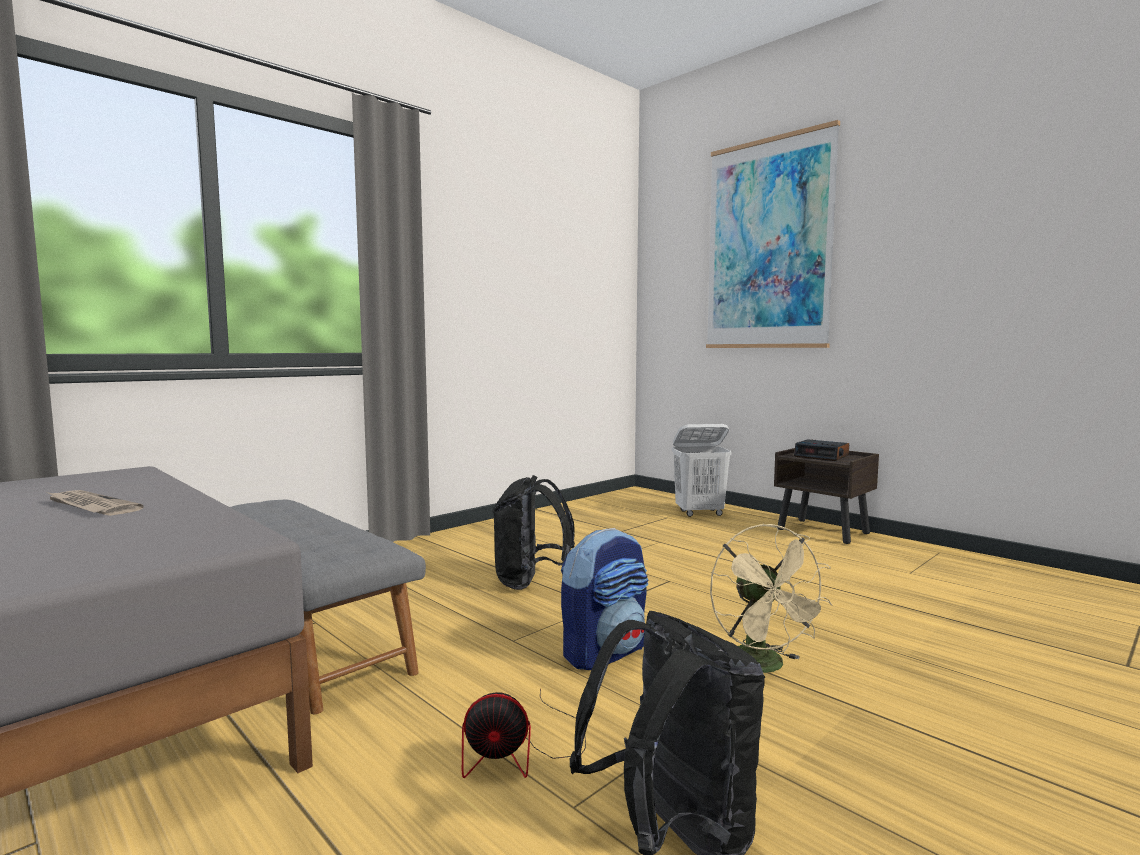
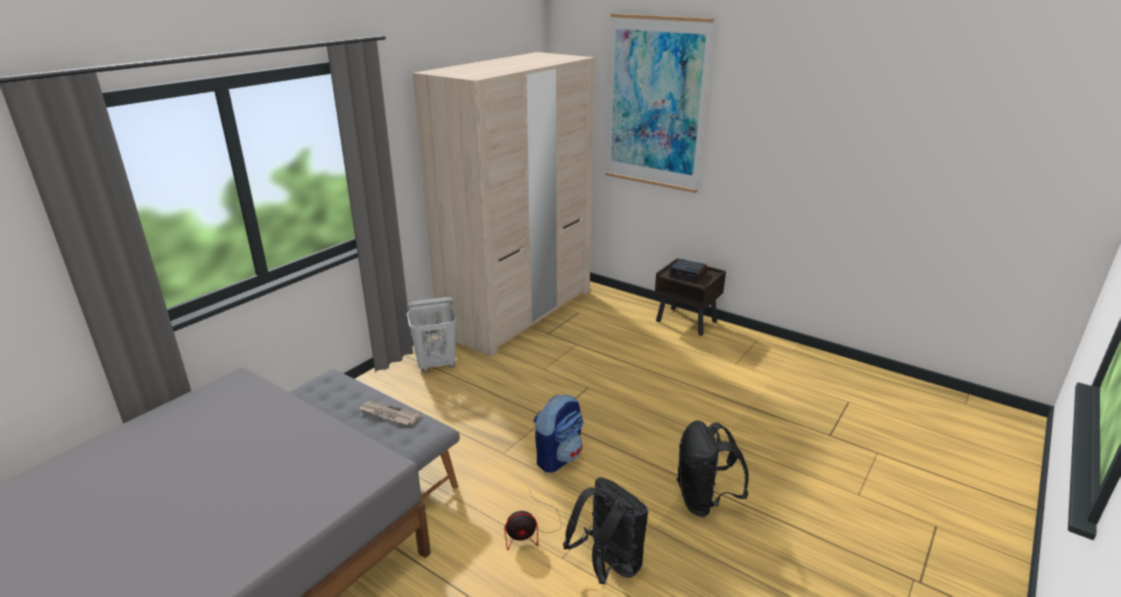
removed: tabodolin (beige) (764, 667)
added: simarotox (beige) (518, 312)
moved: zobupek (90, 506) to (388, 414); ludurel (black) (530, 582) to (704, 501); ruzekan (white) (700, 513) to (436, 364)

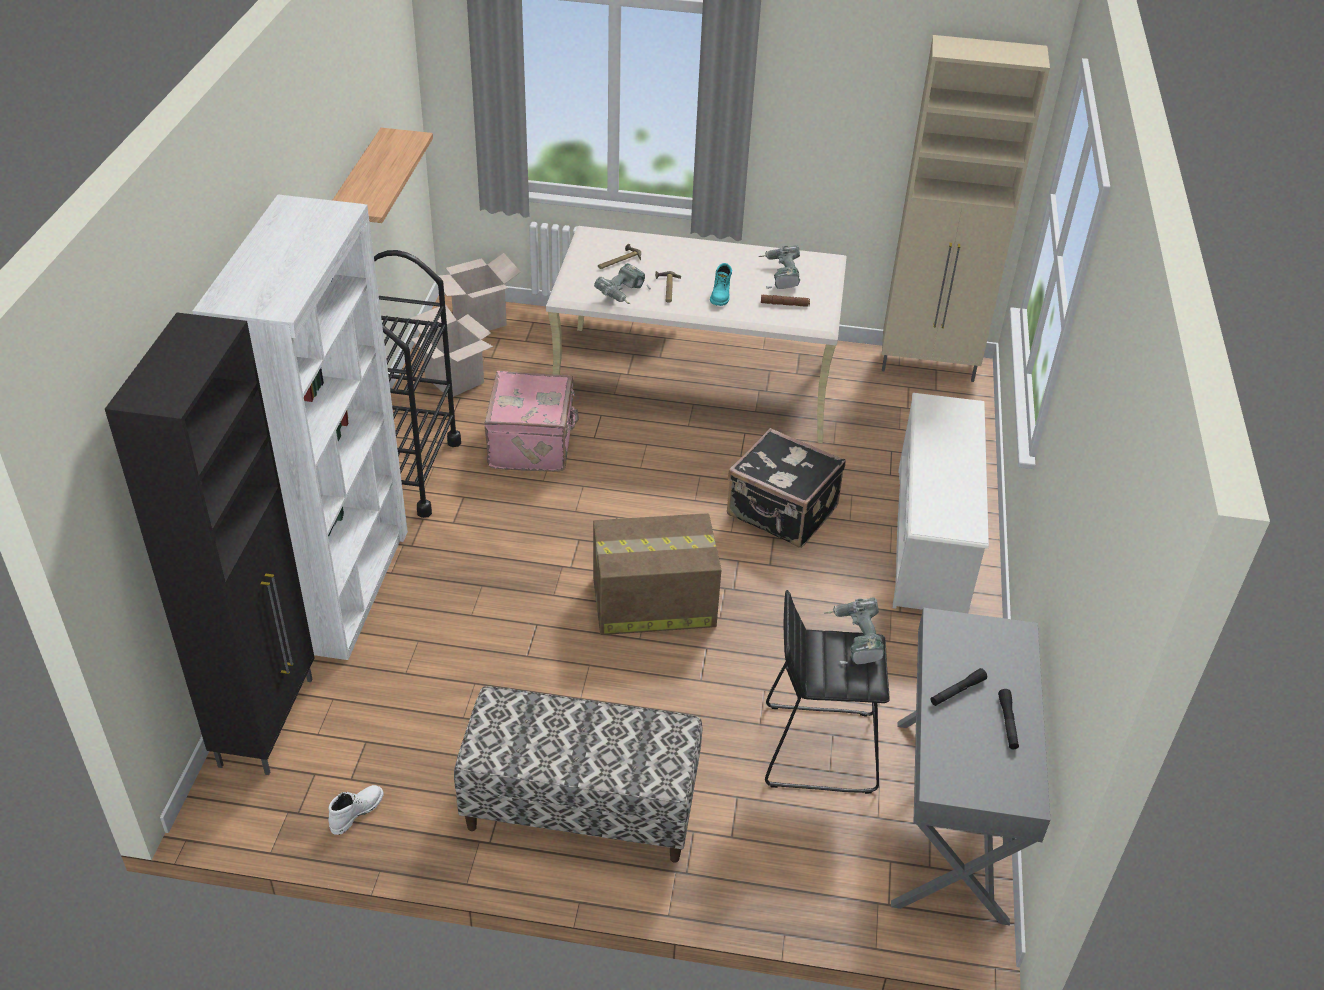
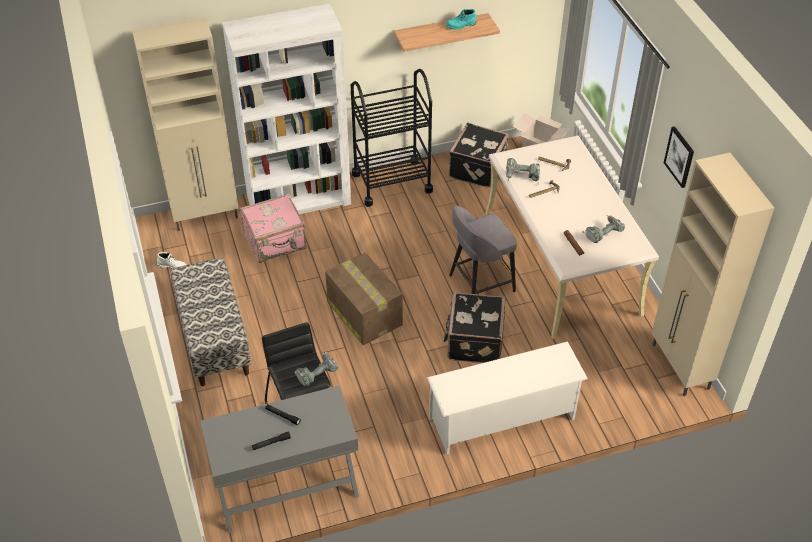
added: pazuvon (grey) (479, 284); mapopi (679, 156)
moved: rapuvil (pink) (533, 444) to (276, 242); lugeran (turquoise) (721, 295) to (461, 25)
replaced: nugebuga (454, 380) to rapuvil (black) (479, 168)
recoloured: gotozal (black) (268, 720) to gotozal (beige) (206, 216)

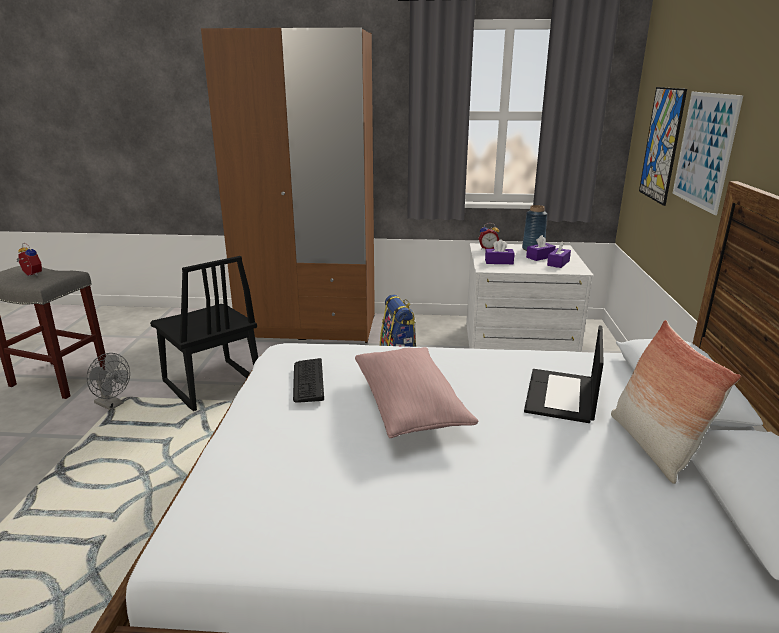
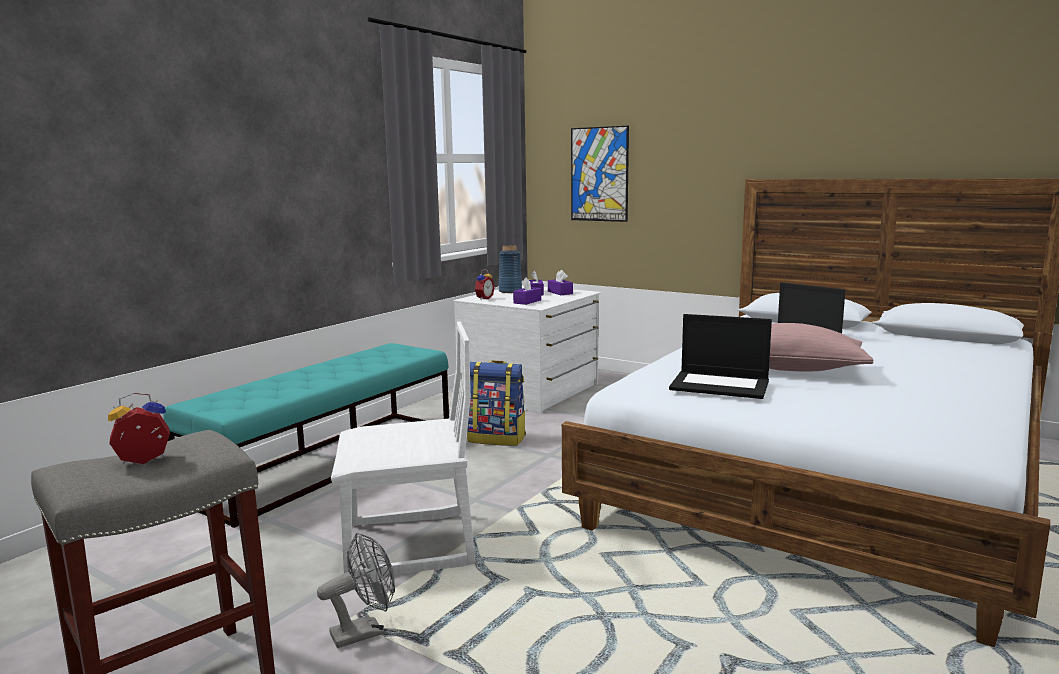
removed: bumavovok (653, 446); mapopi (704, 150)
replaced: simarotox (brown) (309, 326) to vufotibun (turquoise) (329, 462); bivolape (308, 381) to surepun (721, 385)
recoloured: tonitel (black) (211, 385) to tonitel (white) (409, 546)

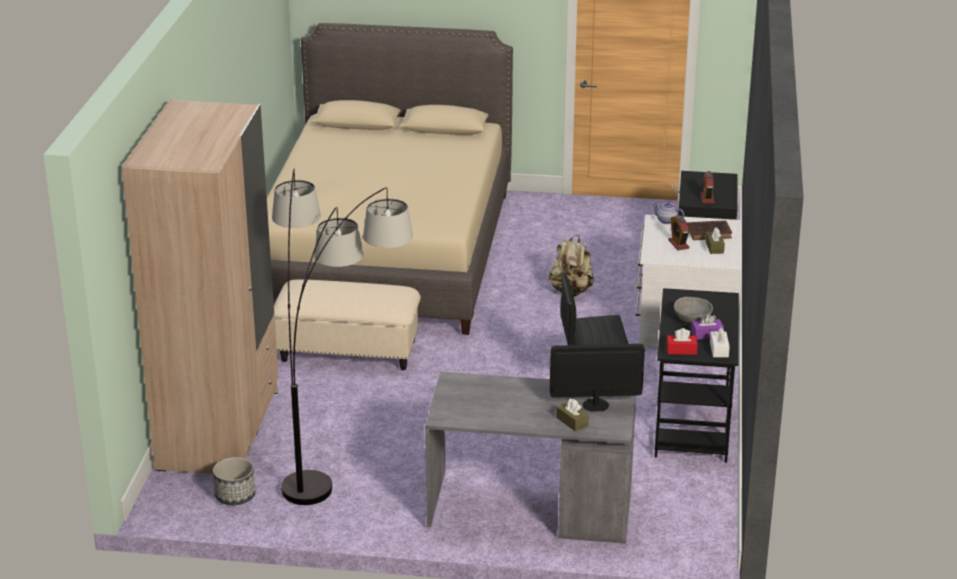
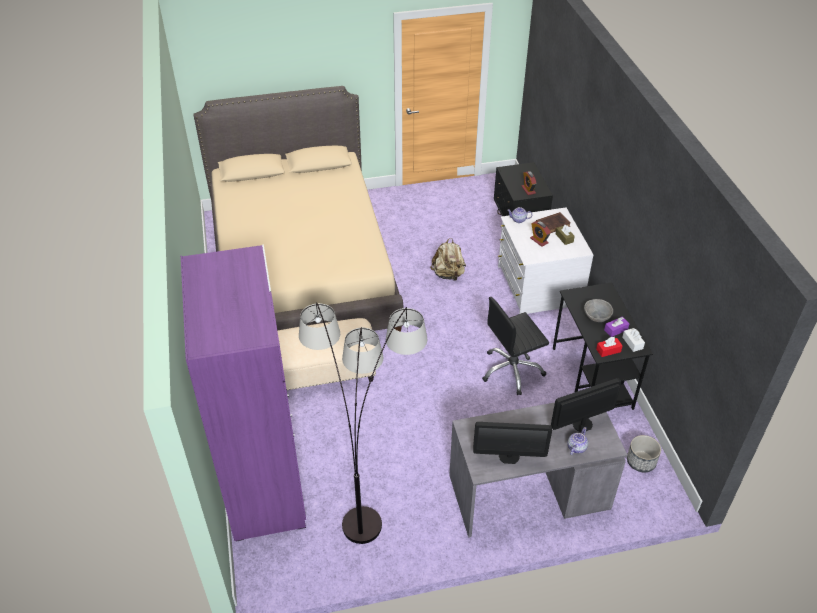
added: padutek (509, 456)
moved: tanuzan (235, 496) to (641, 461)
replaced: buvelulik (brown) (572, 422) to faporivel (576, 447)
recoloured: simarotox (beige) (219, 430) to simarotox (purple) (264, 482)

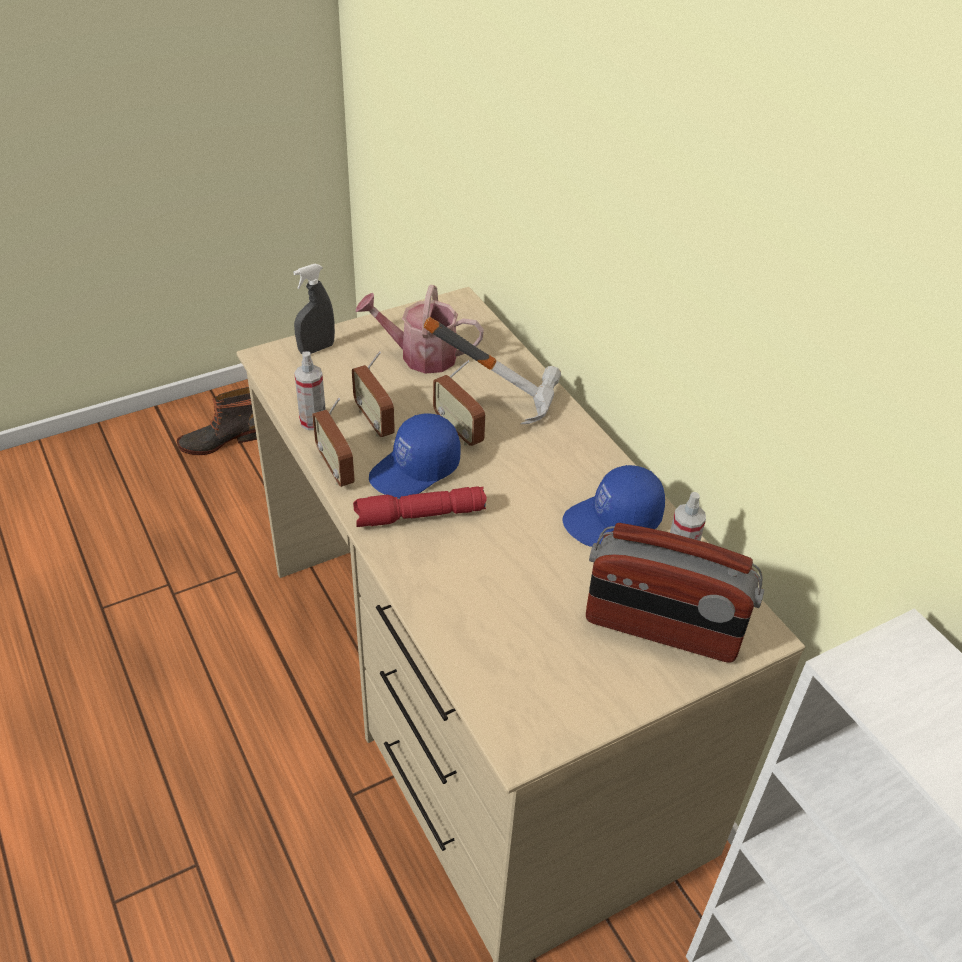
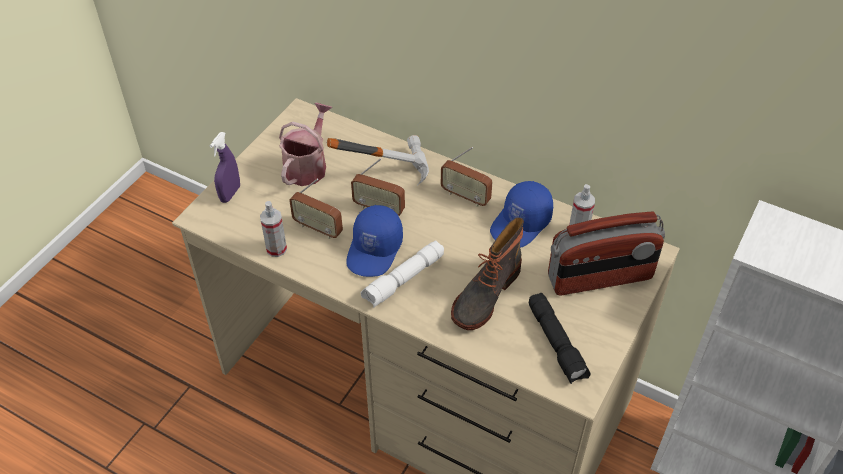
added: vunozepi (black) (557, 343)
moved: lugeran (222, 439) to (484, 294); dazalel (336, 468) to (465, 196)
recoloured: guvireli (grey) (316, 349) to guvireli (purple) (230, 194); vunozepi (red) (419, 516) to vunozepi (white) (404, 280)
turned: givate (420, 355) = (308, 166) 135 degrees clockwise

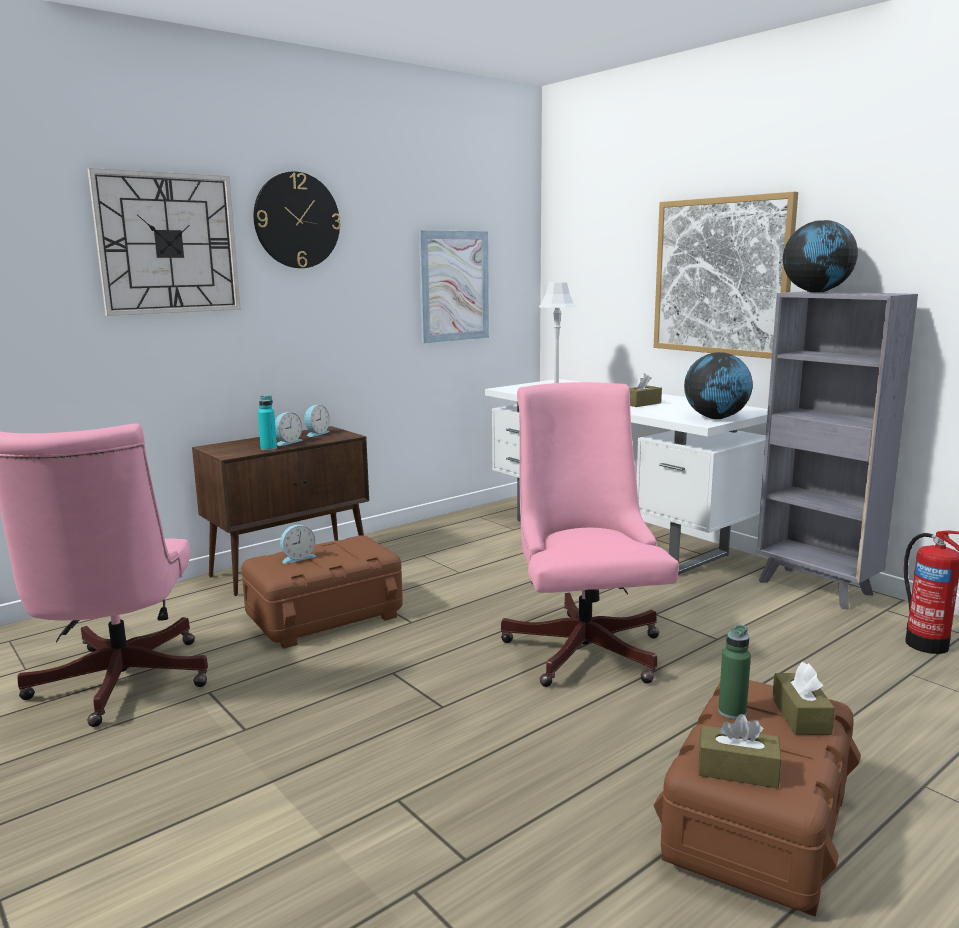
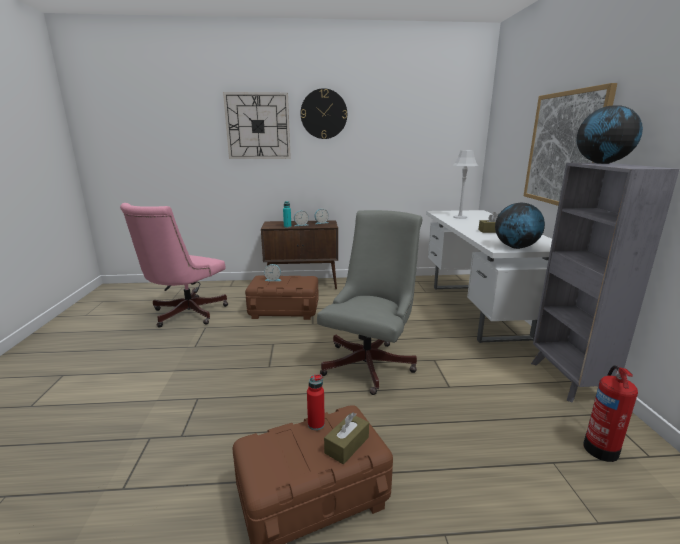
removed: mapopi (454, 286); buvelulik (brown) (737, 770)
recoloured: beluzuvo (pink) (583, 645) to beluzuvo (grey) (371, 362); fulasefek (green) (732, 712) to fulasefek (red) (316, 424)

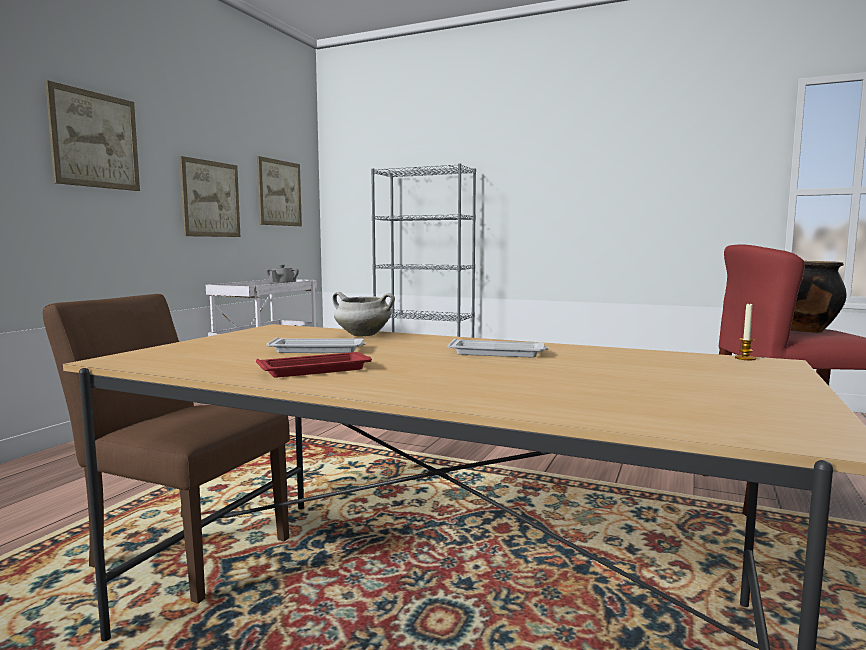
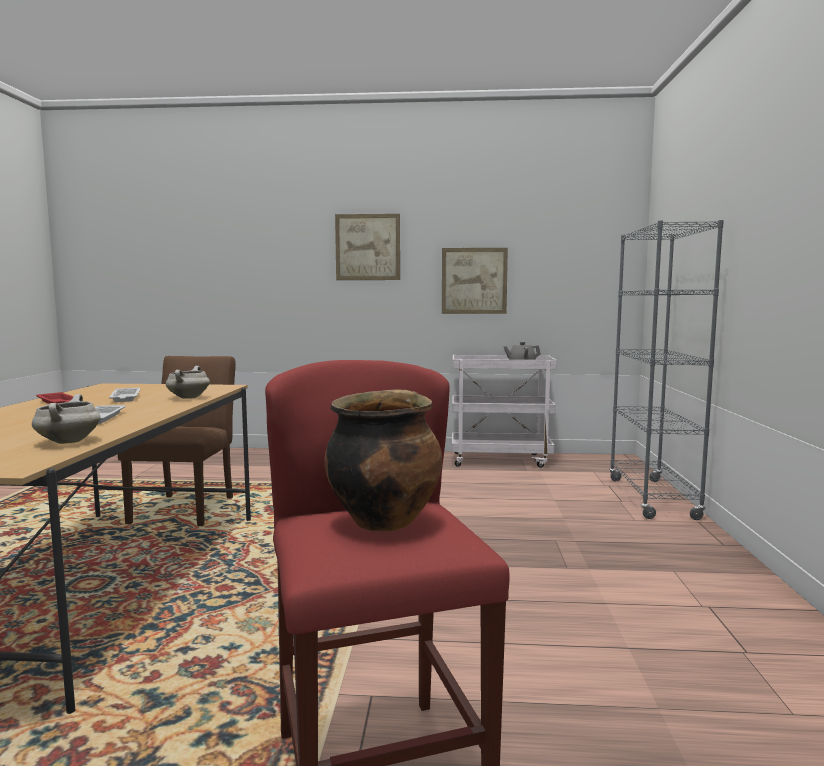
removed: mapopi (279, 193); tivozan (745, 358)
added: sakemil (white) (68, 442)

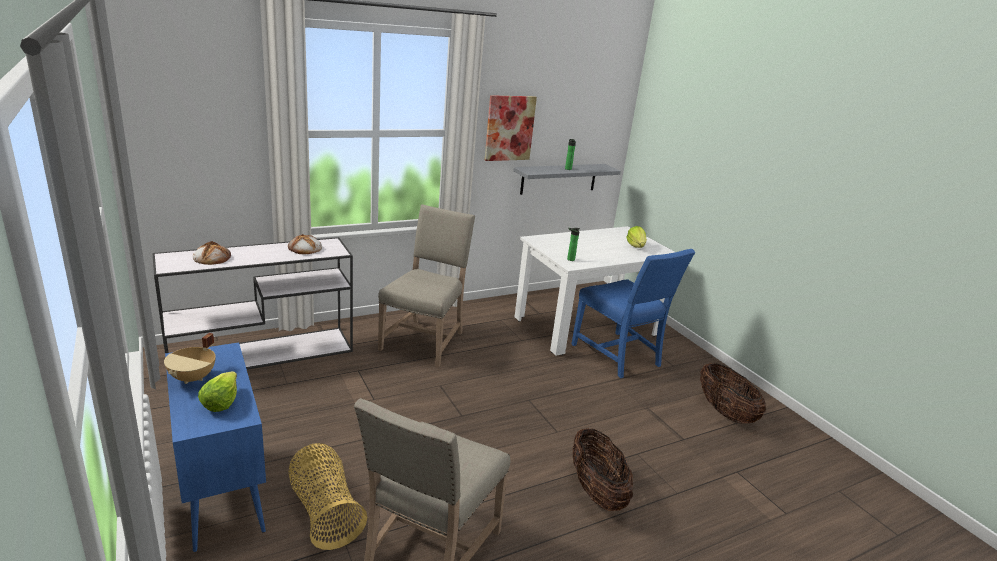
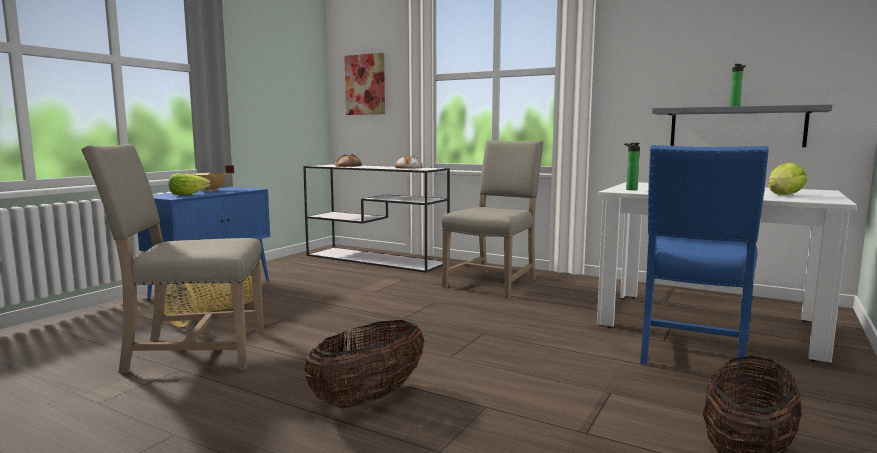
moved: mapopi (509, 128) to (365, 84)
turned: tonitel (beige) (425, 340) = (494, 282) 45 degrees counterclockwise

